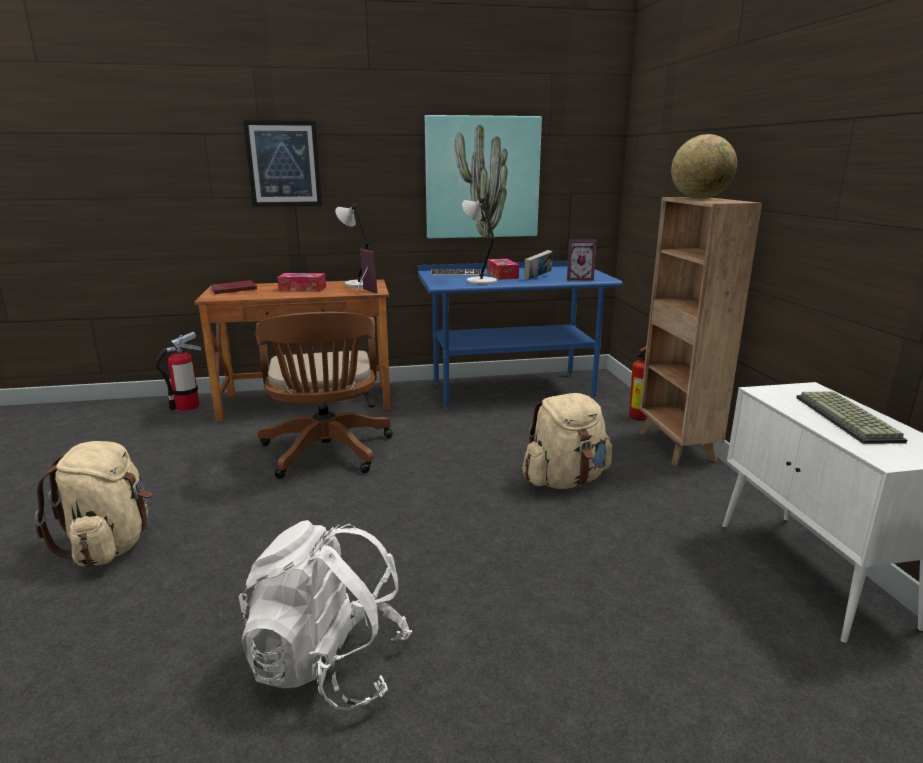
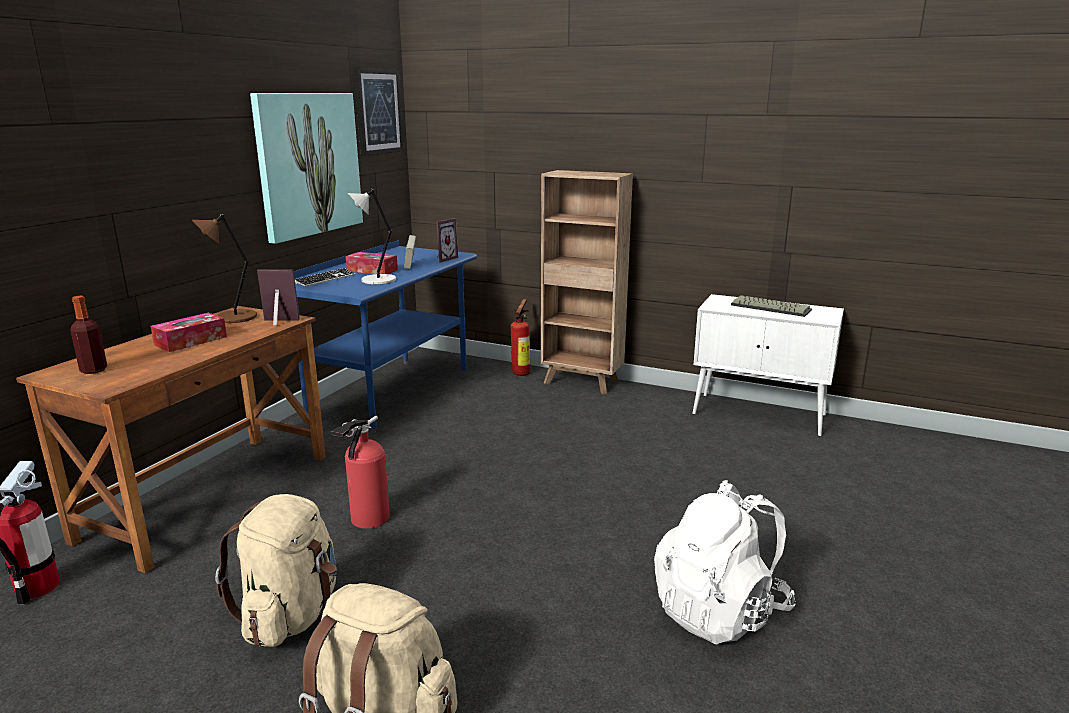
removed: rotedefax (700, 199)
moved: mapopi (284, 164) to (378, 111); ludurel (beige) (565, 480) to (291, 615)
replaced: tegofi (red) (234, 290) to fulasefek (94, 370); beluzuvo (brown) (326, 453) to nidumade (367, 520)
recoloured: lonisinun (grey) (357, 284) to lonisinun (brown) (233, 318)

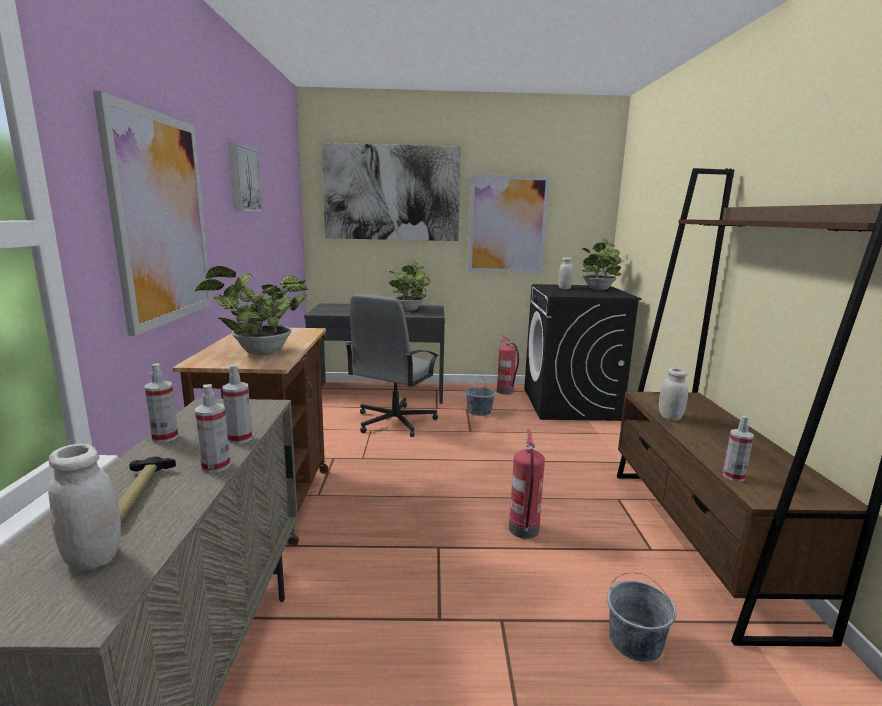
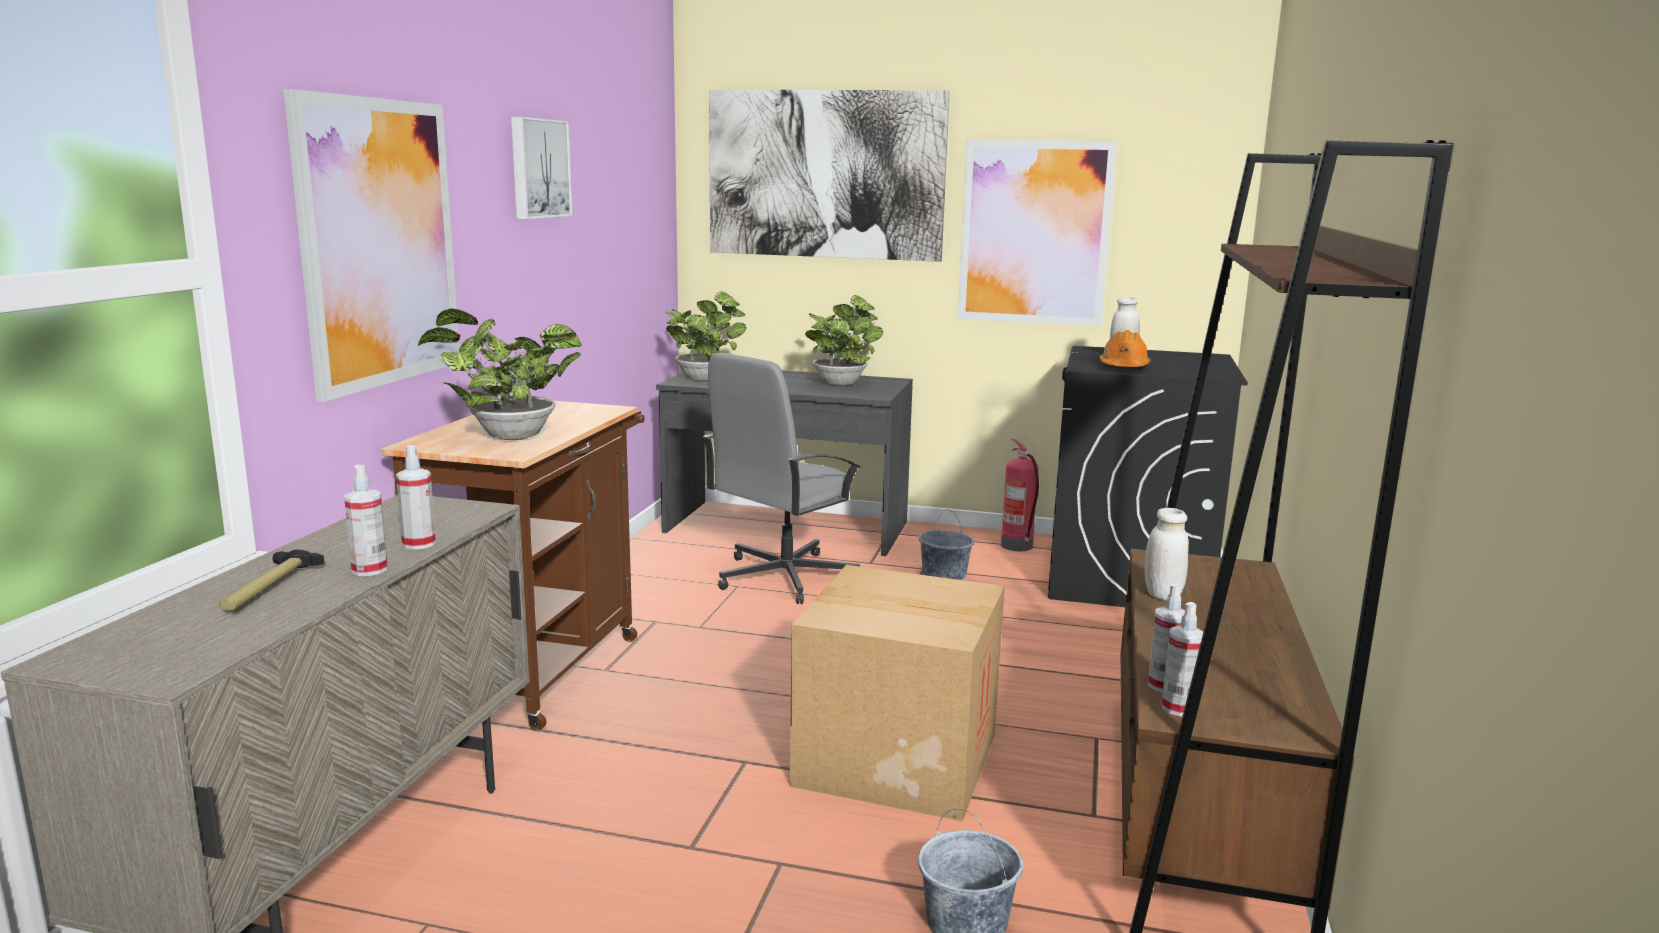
removed: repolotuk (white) (93, 557)
added: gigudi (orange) (1124, 367)
moved: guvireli (165, 437) to (1179, 708); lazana (598, 289) to (705, 378)
replaced: nidumade (524, 530) to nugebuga (897, 759)

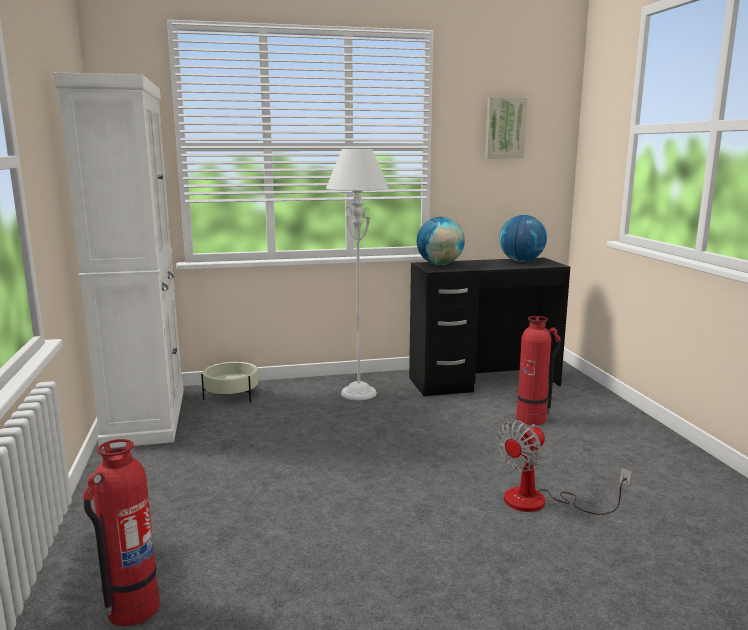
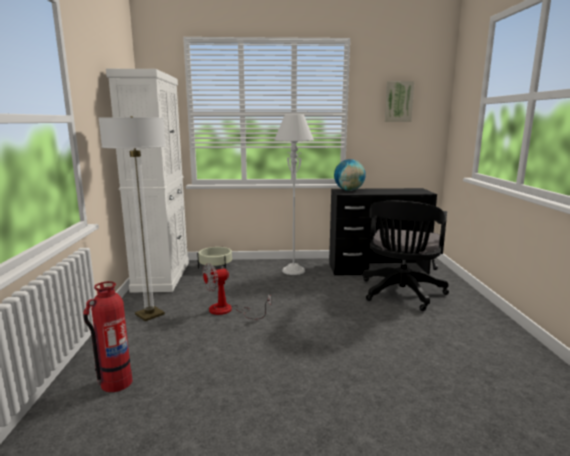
removed: rotedefax (521, 261)
added: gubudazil (150, 314)
moved: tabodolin (540, 502) to (228, 311)
replaced: nidumade (532, 419) to beluzuvo (black) (401, 294)

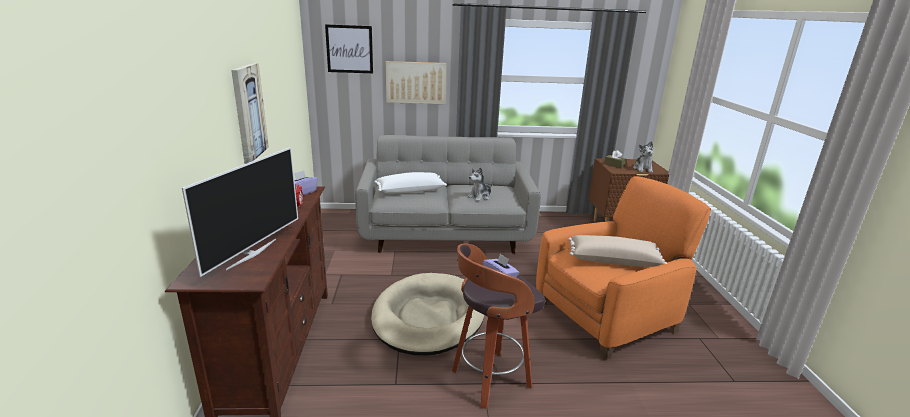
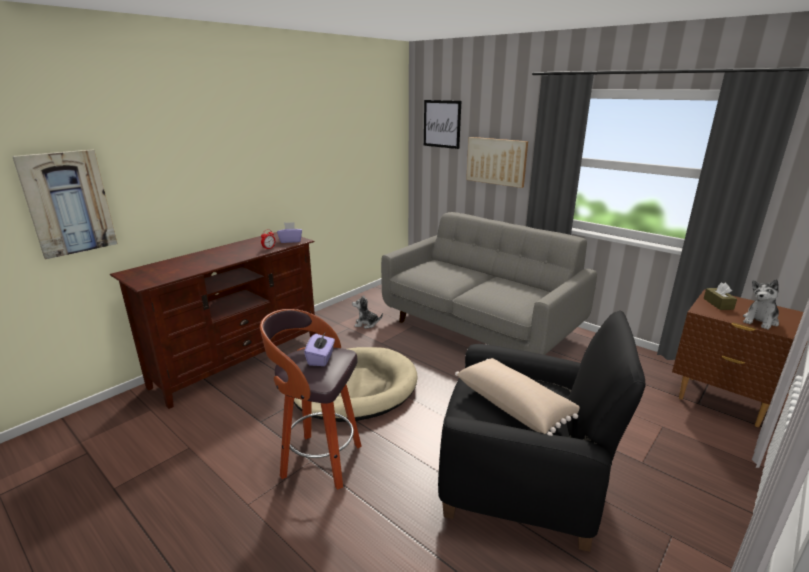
removed: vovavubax (251, 253); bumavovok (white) (410, 190)
moved: mapopi (249, 112) to (68, 203); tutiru (480, 197) to (366, 324)
recoloured: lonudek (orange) (606, 316) to lonudek (black) (521, 480)

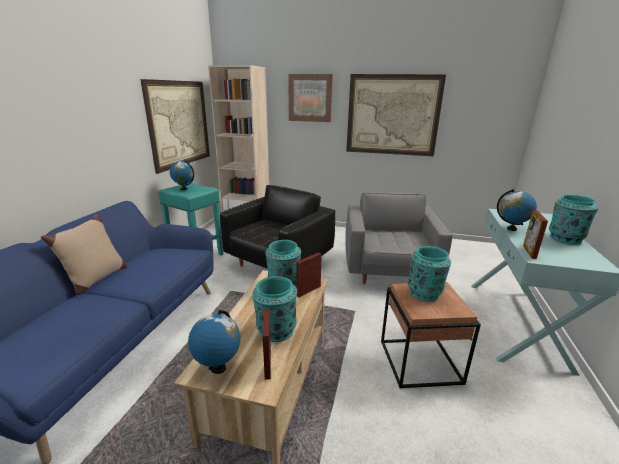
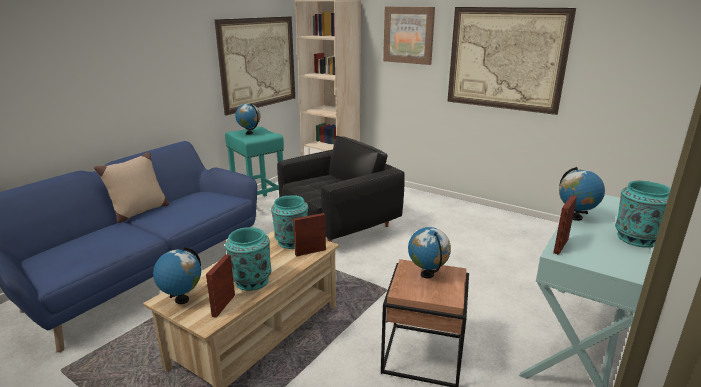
removed: lonudek (grey) (389, 270)
replaced: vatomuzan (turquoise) (425, 293) to rotedefax (427, 275)

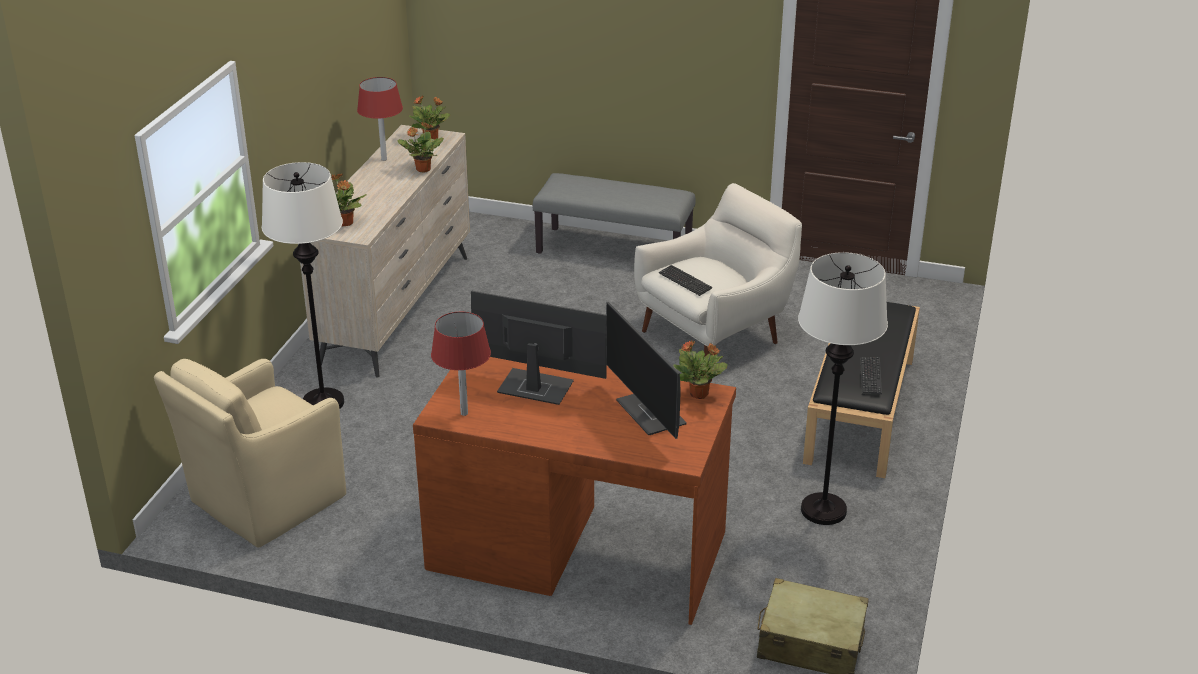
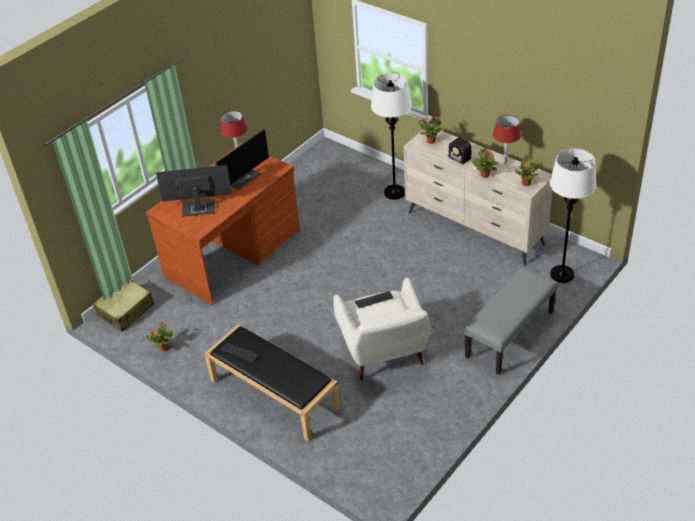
removed: lonudek (beige) (264, 501)
added: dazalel (455, 154)
moved: lazana (699, 394) to (164, 348); gubudazil (white) (824, 510) to (562, 274)

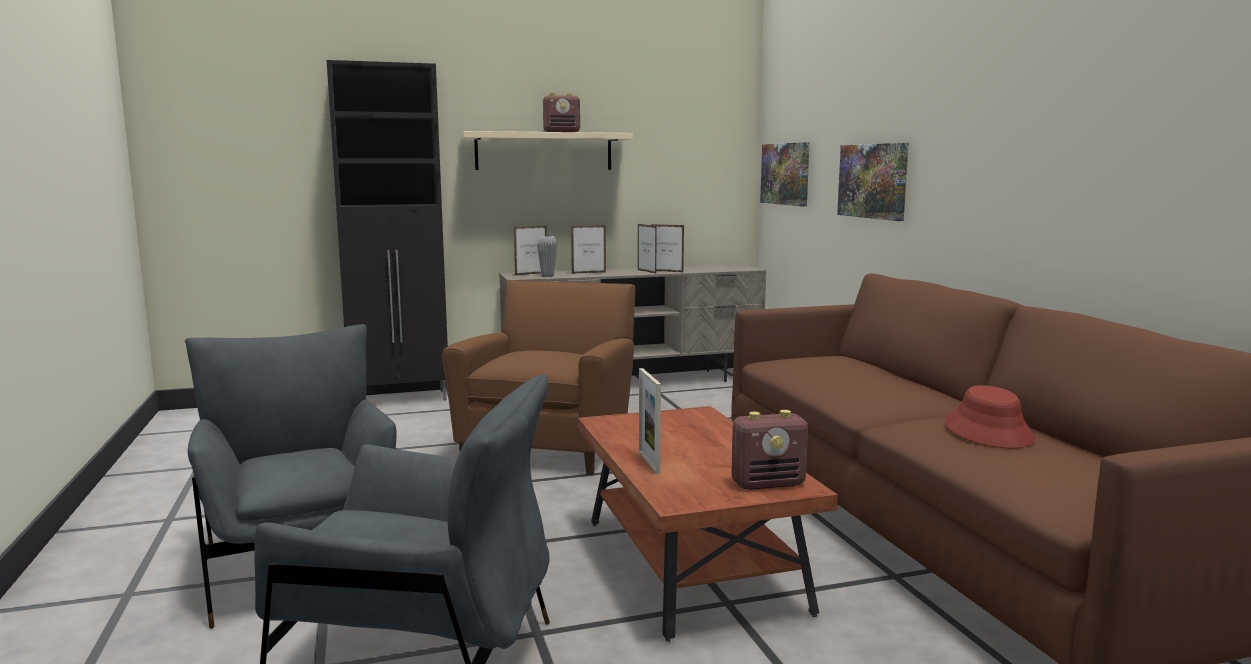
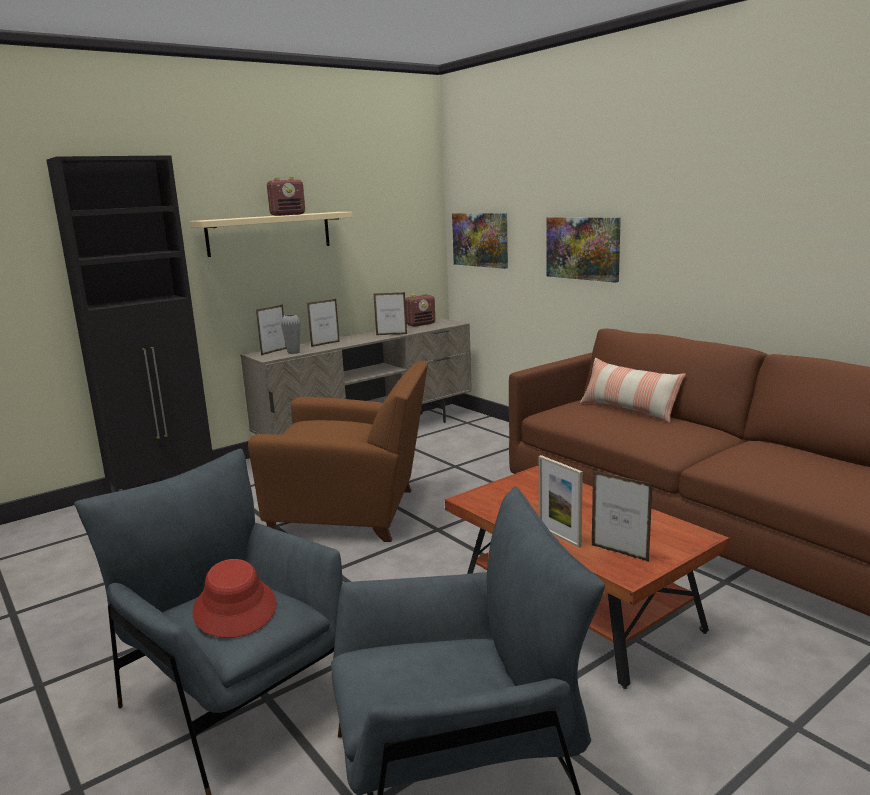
added: bumavovok (629, 410)
moved: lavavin (646, 271) to (619, 553); dazalel (768, 484) to (421, 324); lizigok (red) (989, 432) to (235, 608)
turned: lonudek (brown) (550, 444) = (353, 513) 105 degrees clockwise

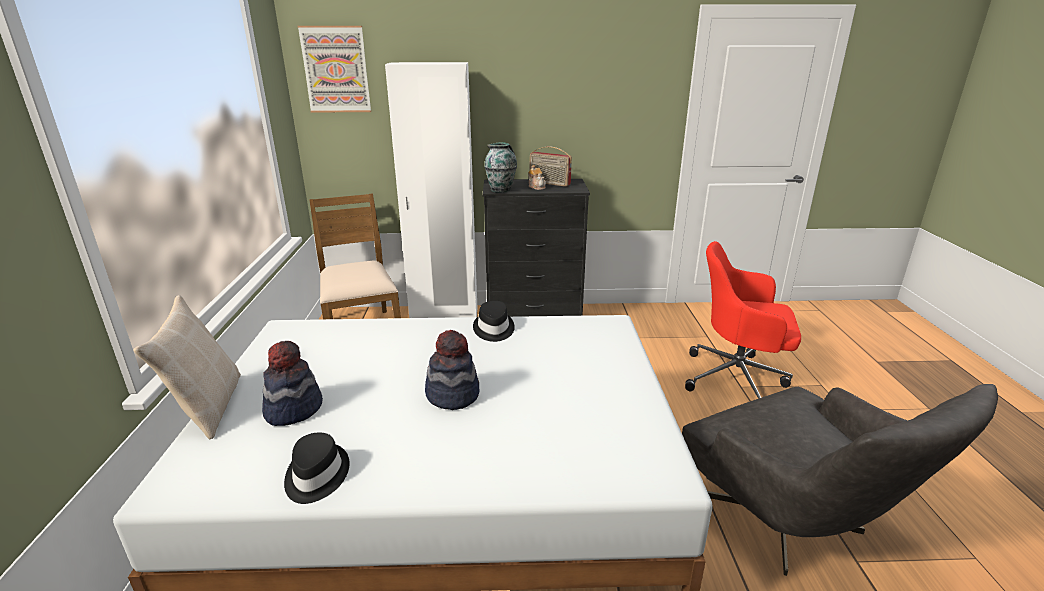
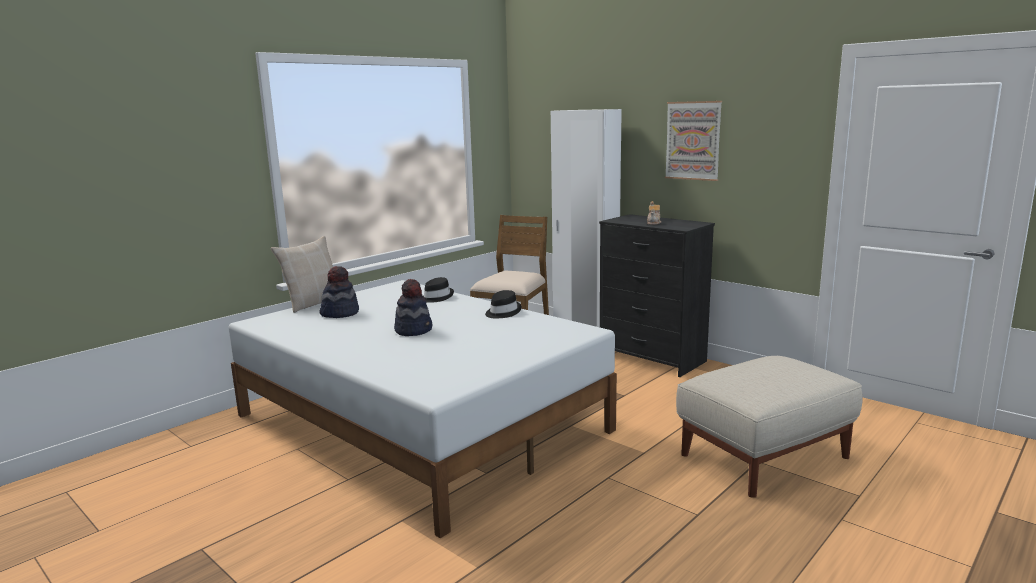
removed: vatomuzan (501, 190); dazalel (549, 183); lonudek (grey) (795, 527)
moved: lizigok (black) (316, 476) to (436, 297); mapopi (336, 70) to (693, 140)
replaced: beluzuvo (red) (737, 379) to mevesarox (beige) (765, 456)

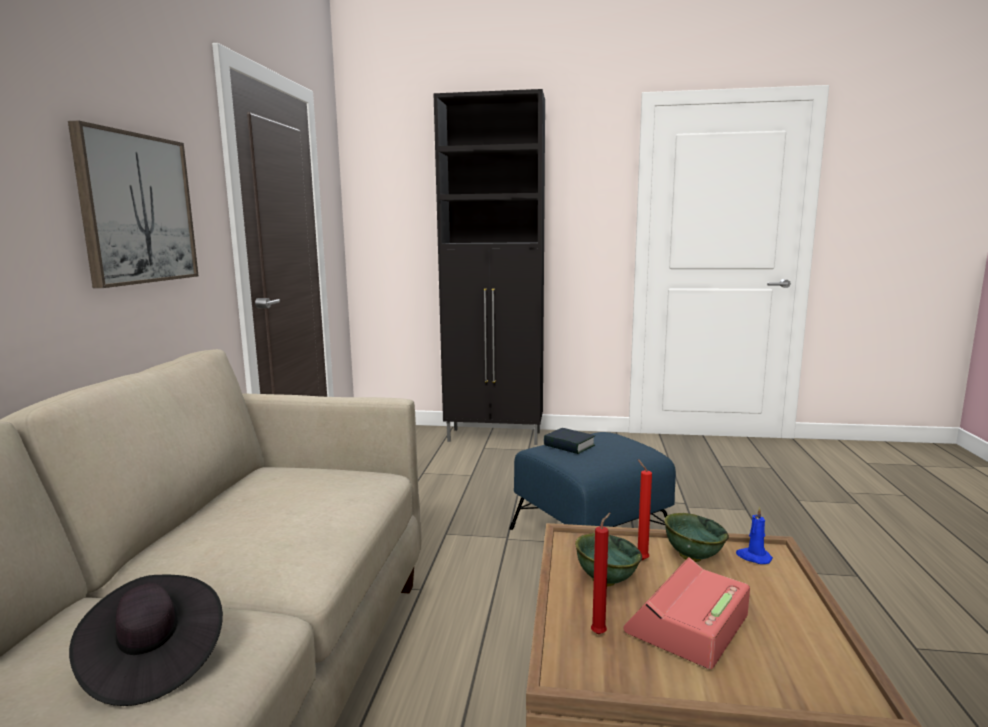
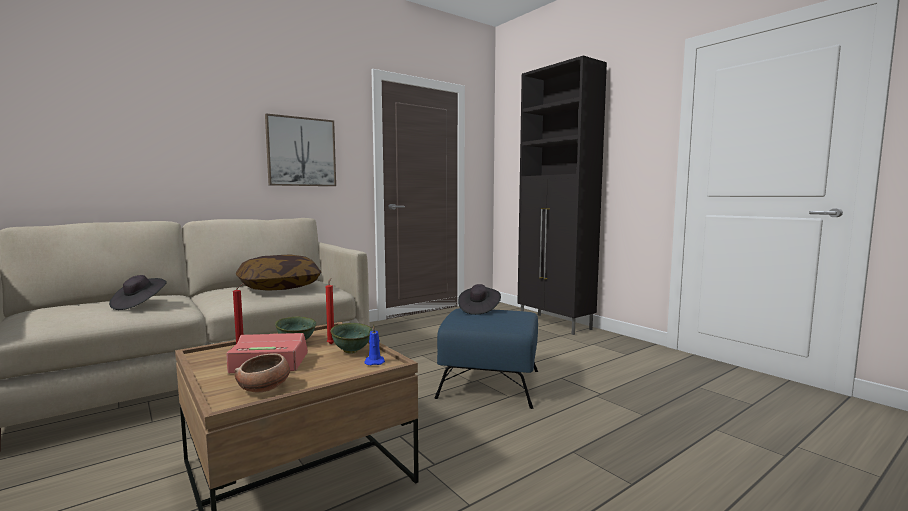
added: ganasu (265, 388); bumavovok (279, 287)
replaced: tegofi (569, 446) to lizigok (black) (478, 309)

